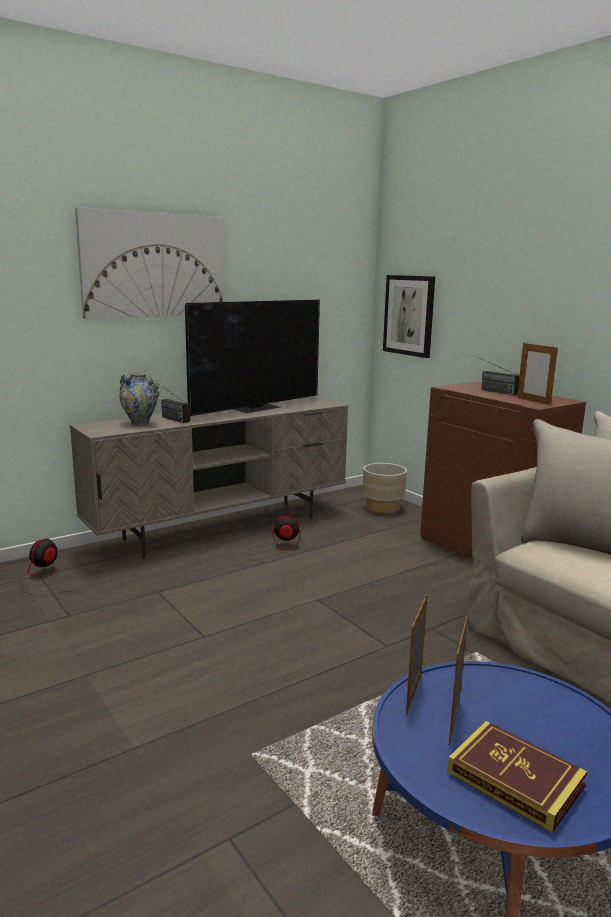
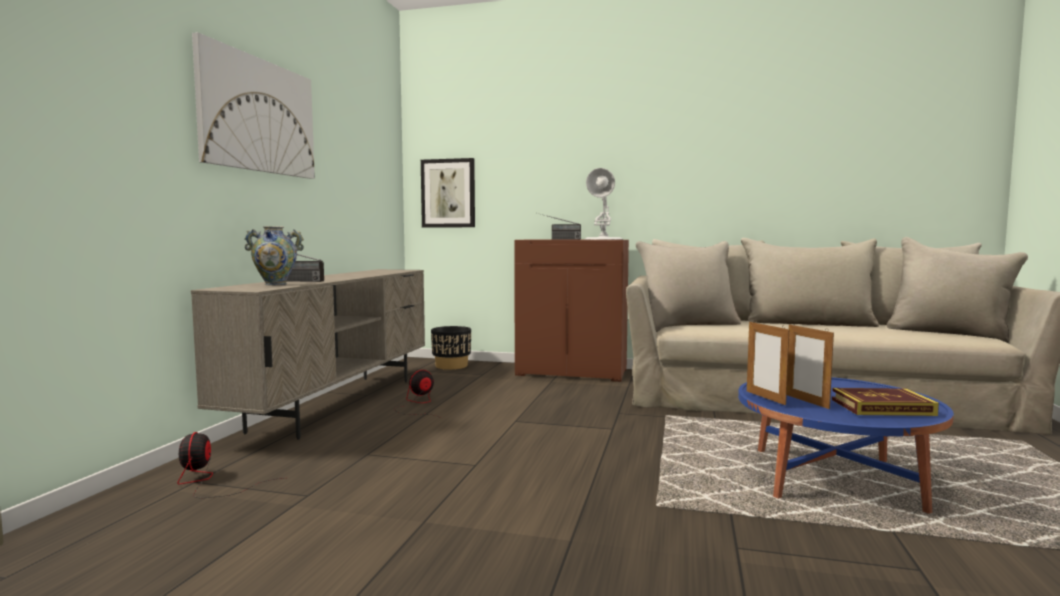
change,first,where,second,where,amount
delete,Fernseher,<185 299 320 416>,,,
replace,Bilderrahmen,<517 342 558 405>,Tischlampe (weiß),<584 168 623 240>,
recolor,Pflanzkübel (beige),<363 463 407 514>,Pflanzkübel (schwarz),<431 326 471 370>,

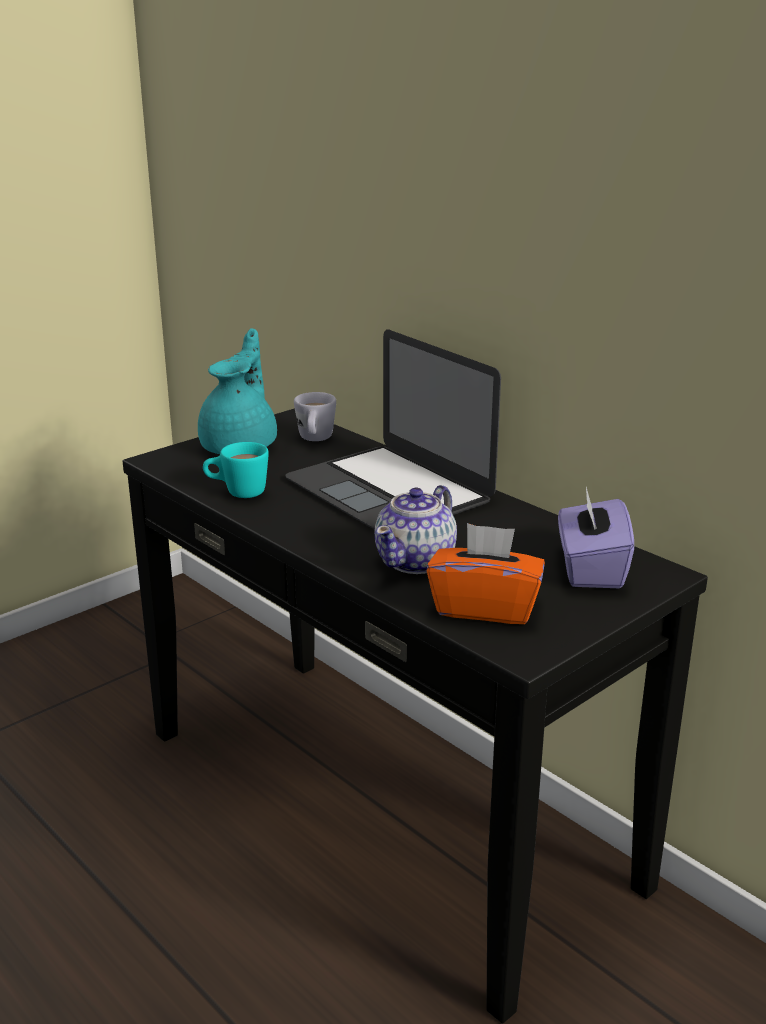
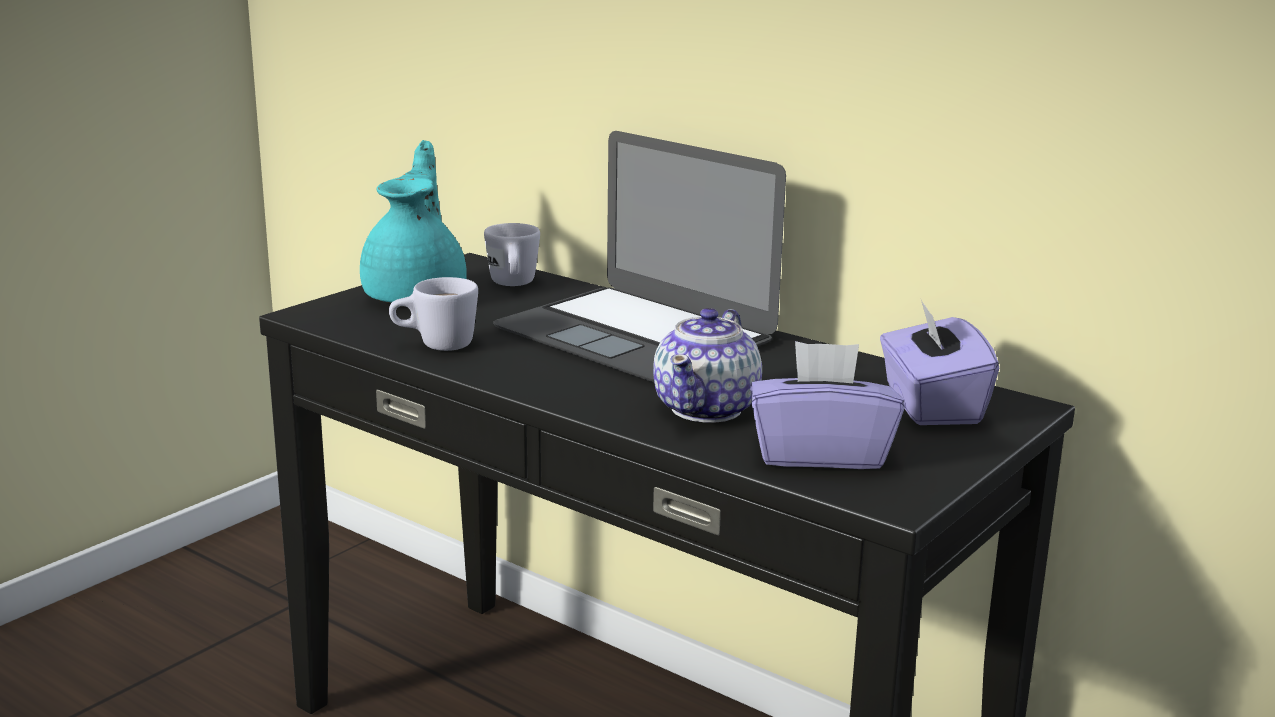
change,first,where,second,where,amount
recolor,Henkelbecher (türkis),<203 442 269 498>,Henkelbecher (weiß),<389 277 478 351>,
recolor,Taschentuchbox (orange),<426 523 545 624>,Taschentuchbox (lila),<750 341 905 469>,

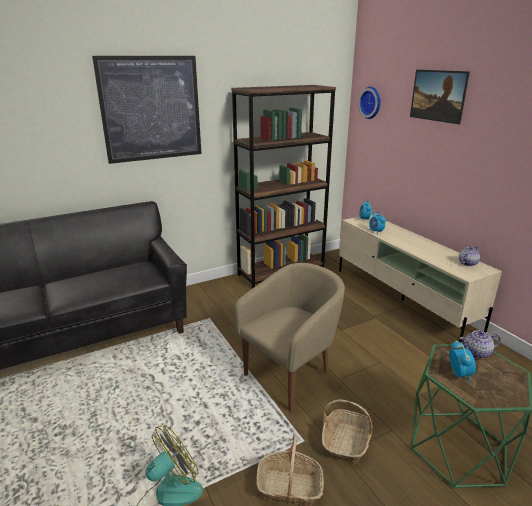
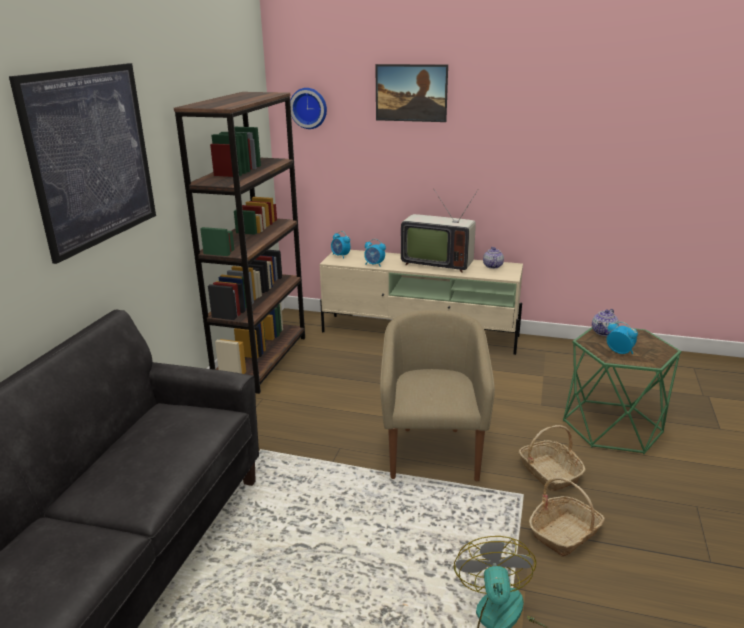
change,first,where,second,where,amount
insert,,,Fernseher,<401 190 478 273>,

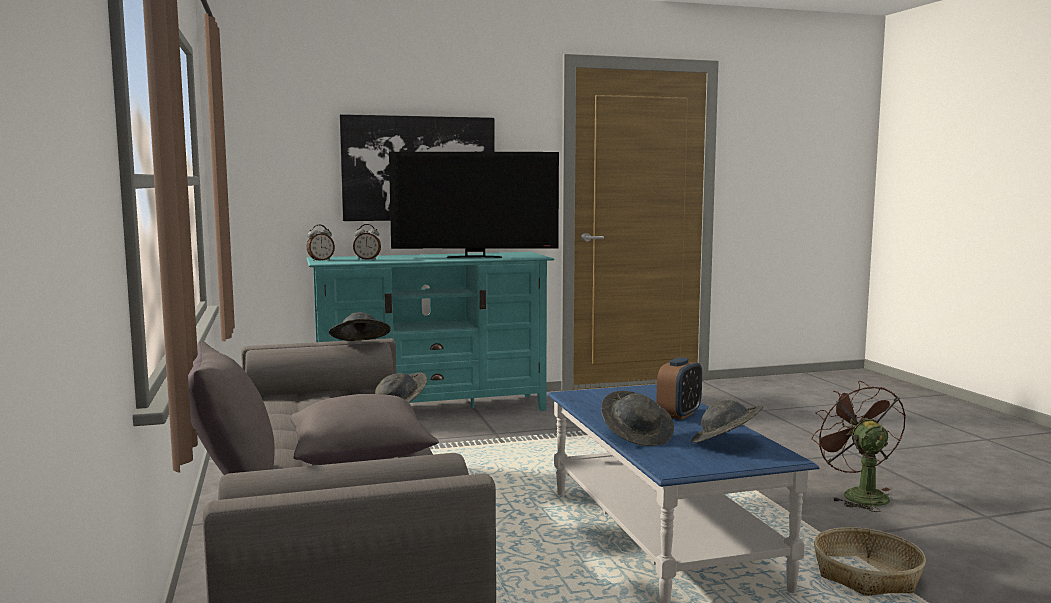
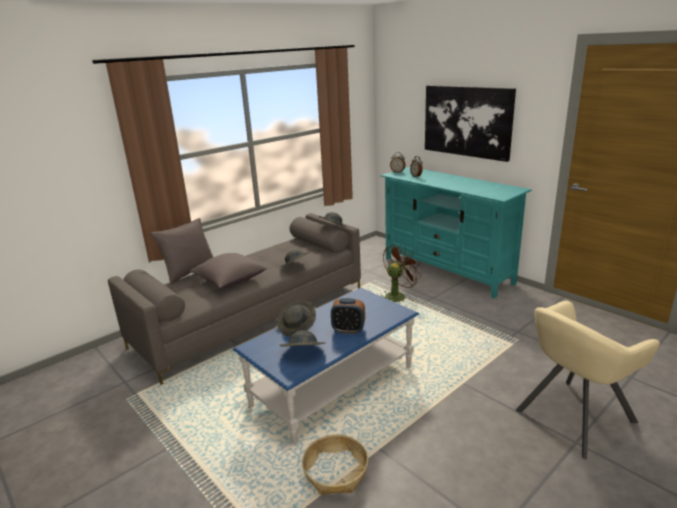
change,first,where,second,where,amount
delete,Fernseher,<389 152 559 258>,,,
move,Ventilator (braun),<811 381 906 512>,,<381 244 421 302>,
insert,,,Sessel (beige),<515 301 660 459>,

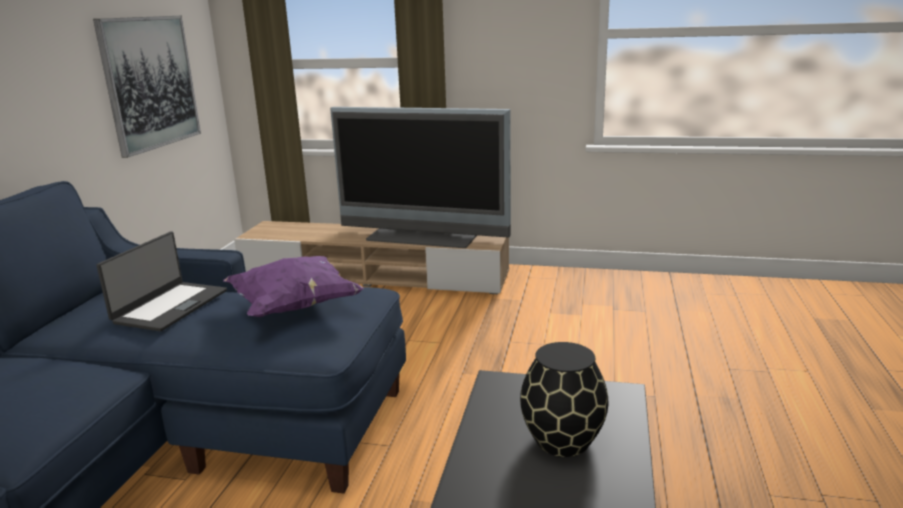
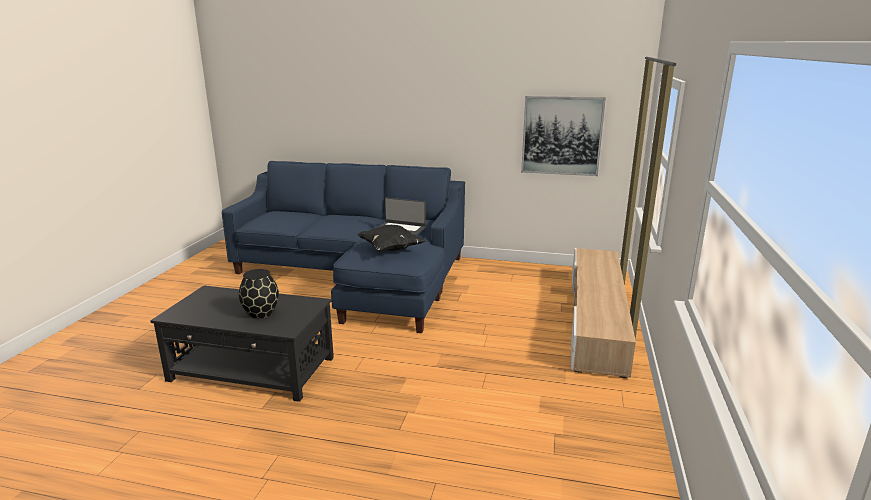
change,first,where,second,where,amount
delete,Fernseher,<330 107 511 248>,,,
recolor,Kissen (lila),<223 256 364 317>,Kissen (schwarz),<357 225 426 252>,

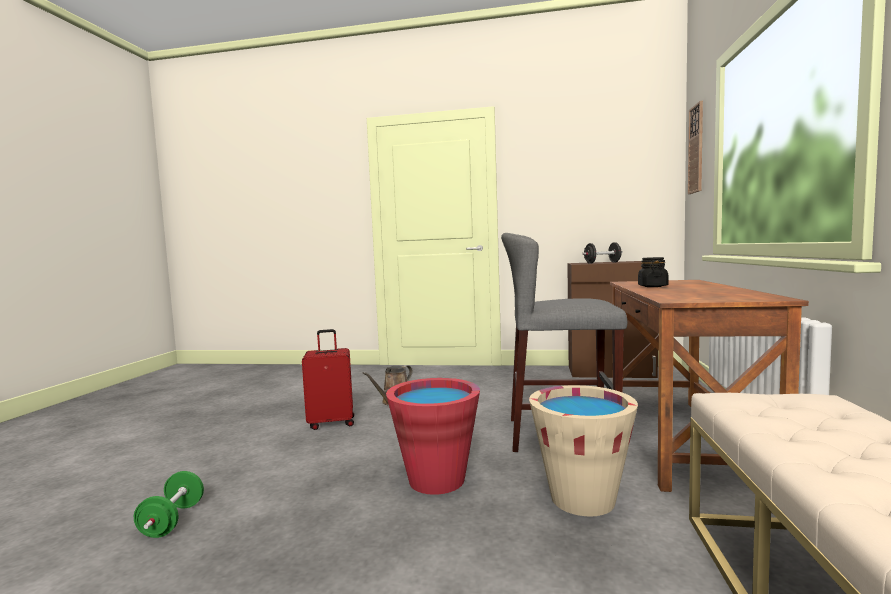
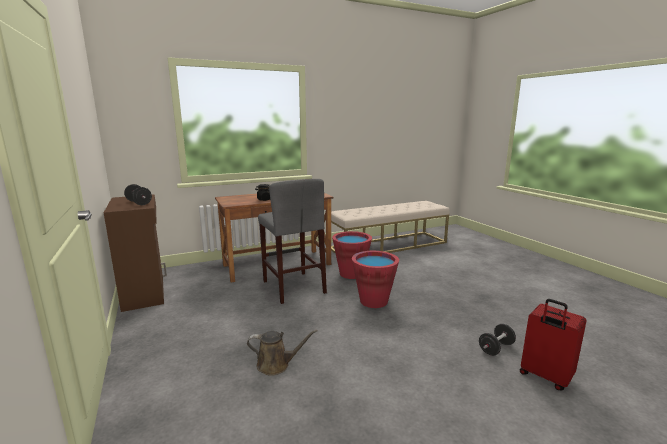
change,first,where,second,where,amount
delete,Wanduhr,<688 101 703 194>,,,
move,Koffer (rot),<302 329 354 430>,,<520 299 587 390>,
recolor,Eimer (beige),<529 385 638 517>,Eimer (rot),<332 231 372 279>,
recolor,Hantel (grün),<134 471 204 538>,Hantel (schwarz),<479 324 516 356>,

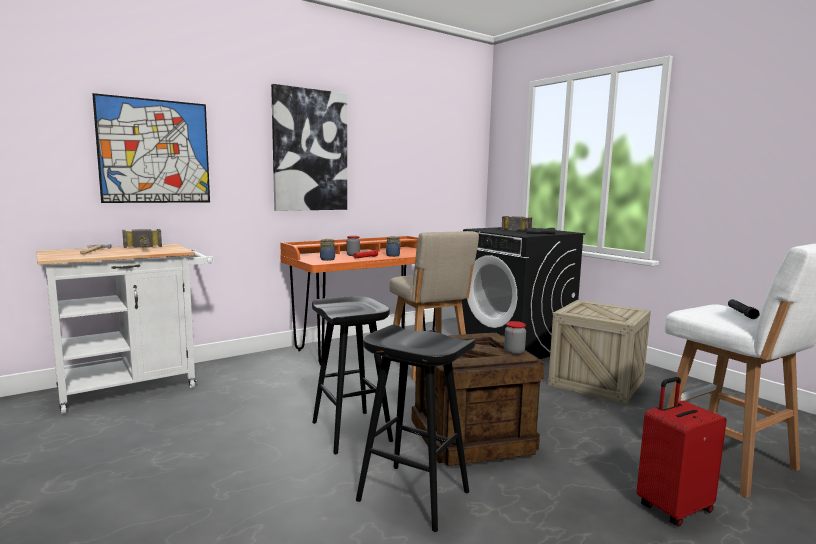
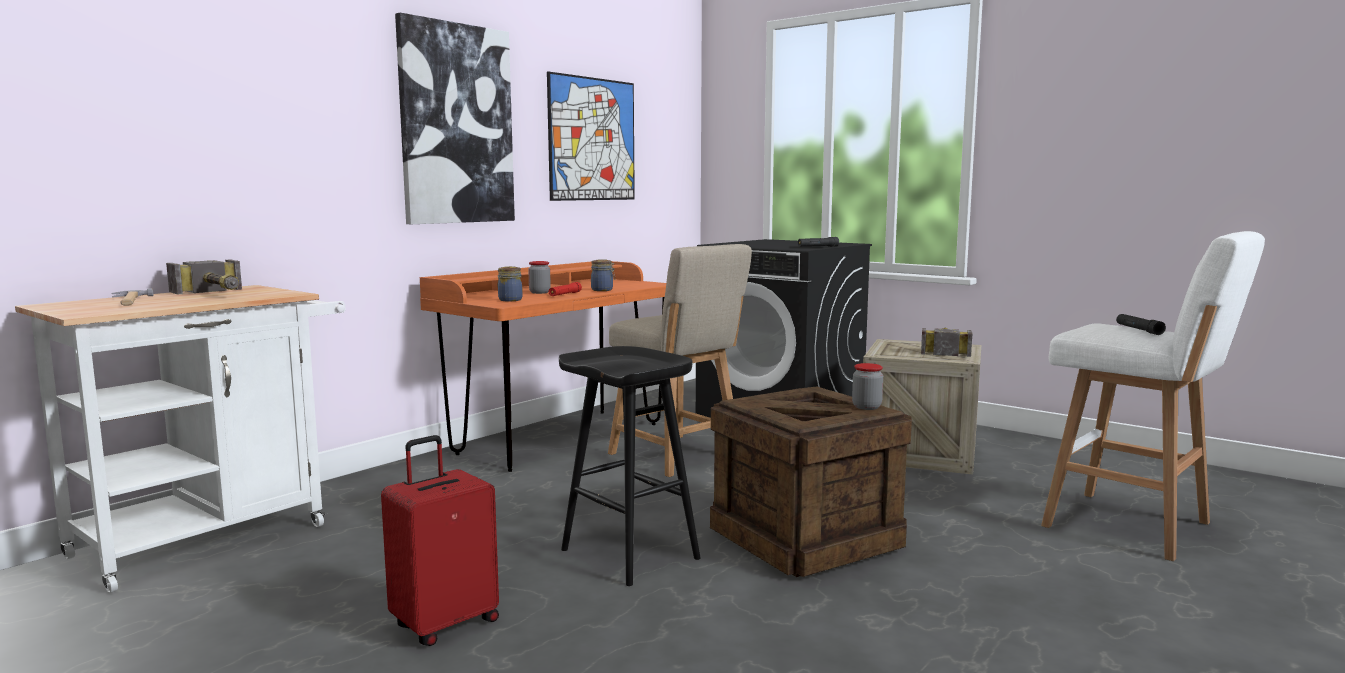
change,first,where,second,where,amount
move,Bild,<92 93 210 203>,,<547 71 635 201>,
move,Hammer,<501 216 532 231>,,<921 328 972 357>,
delete,Hocker (schwarz),<356 324 476 532>,,,
move,Koffer (rot),<637 377 727 527>,,<381 435 499 646>,

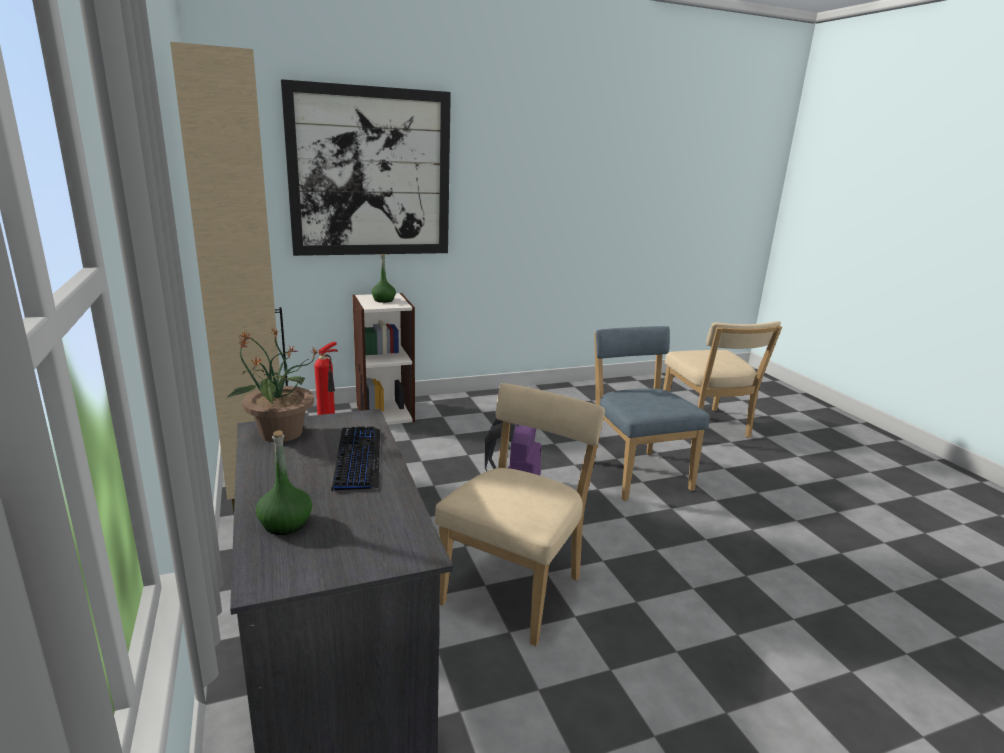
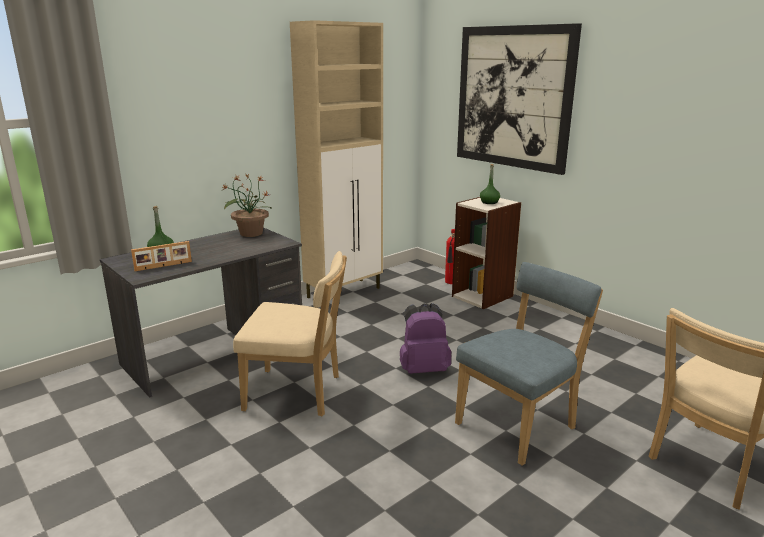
change,first,where,second,where,amount
delete,Tastatur,<331 427 380 491>,,,
insert,,,Bilderrahmen,<131 241 192 271>,

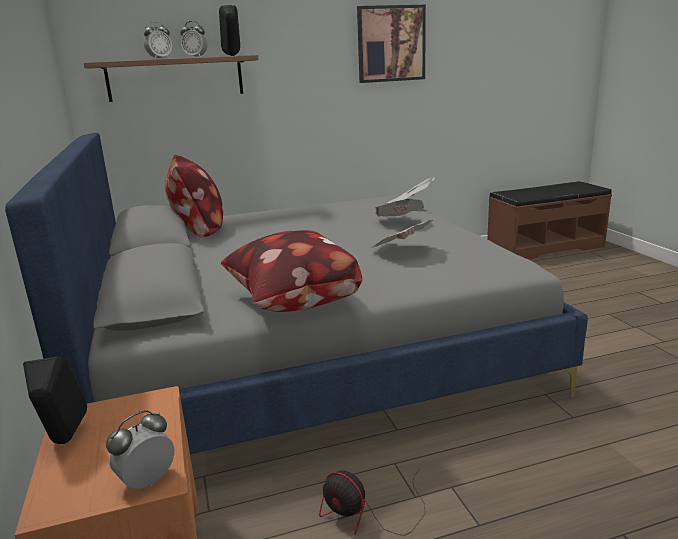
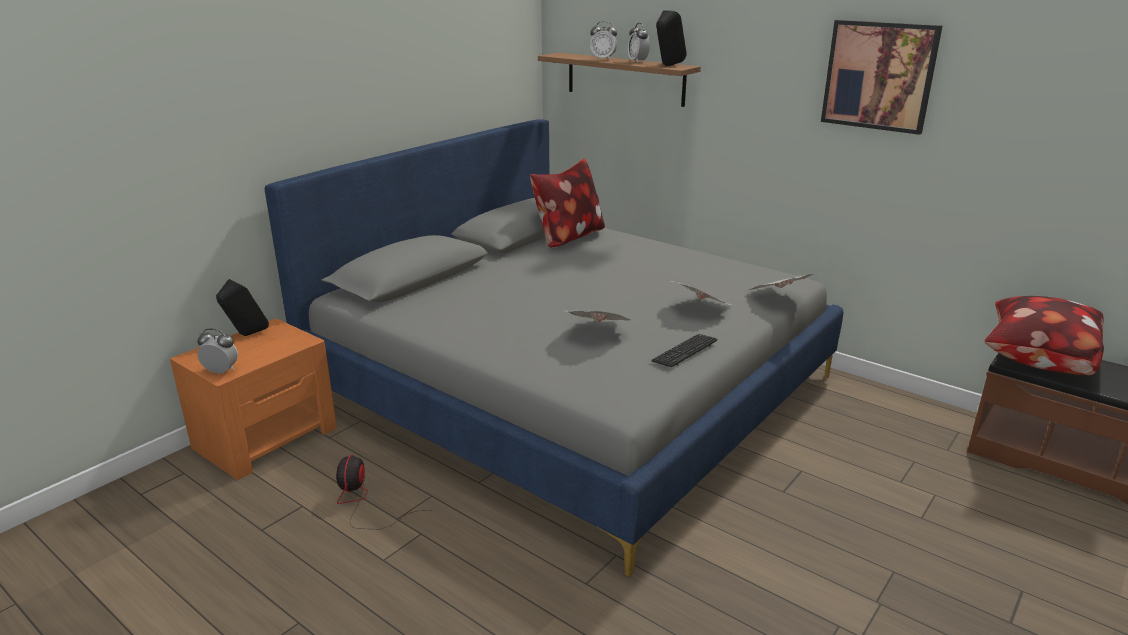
change,first,where,second,where,amount
move,Kissen,<221 230 362 312>,,<984 296 1104 375>,
insert,,,Tastatur,<651 334 717 368>,

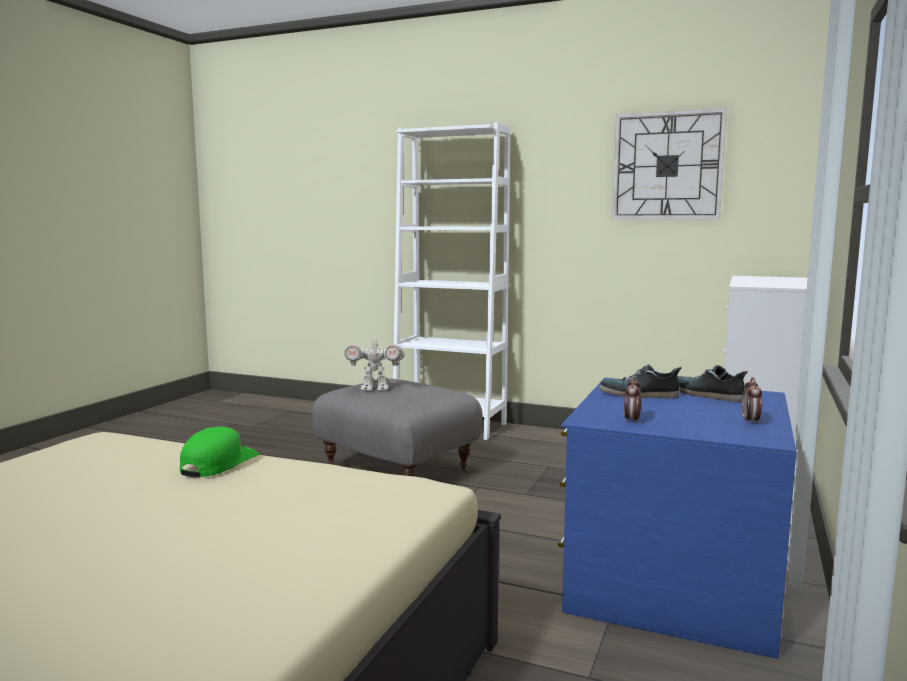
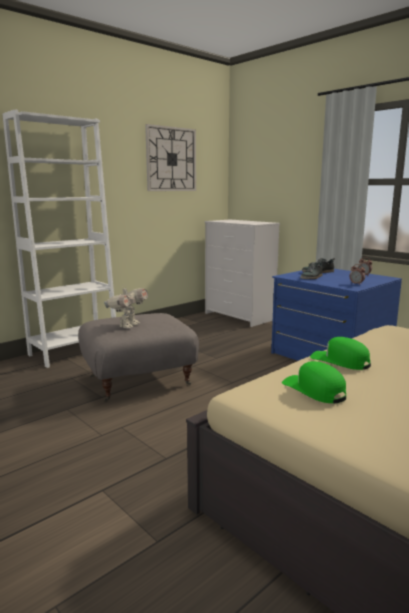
change,first,where,second,where,amount
insert,,,Kappe (grün),<282 361 346 403>,

